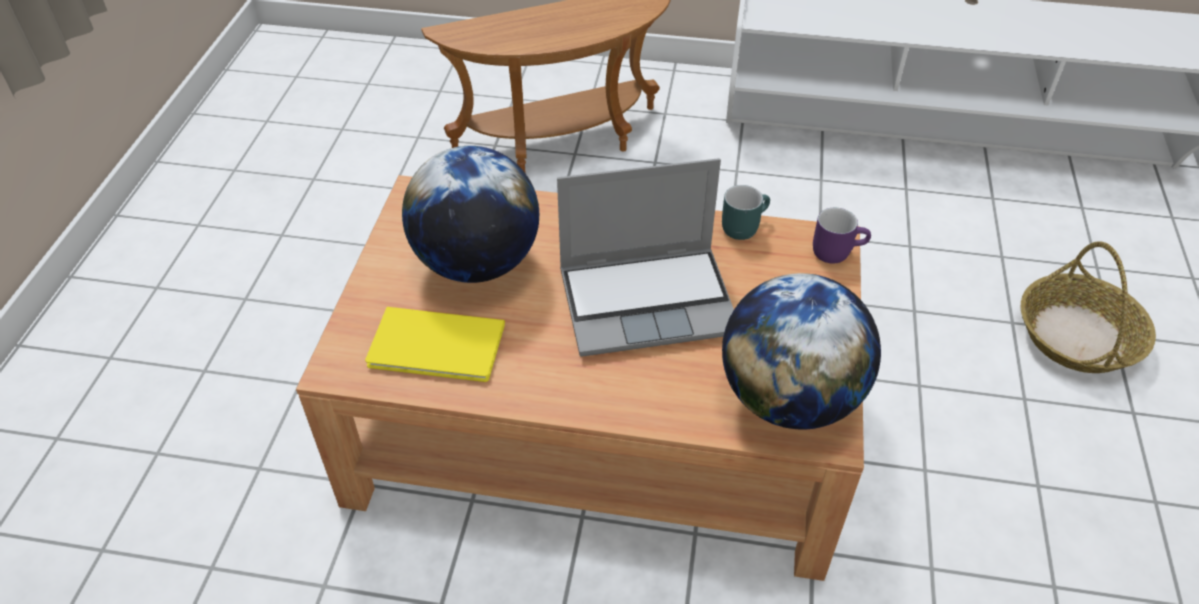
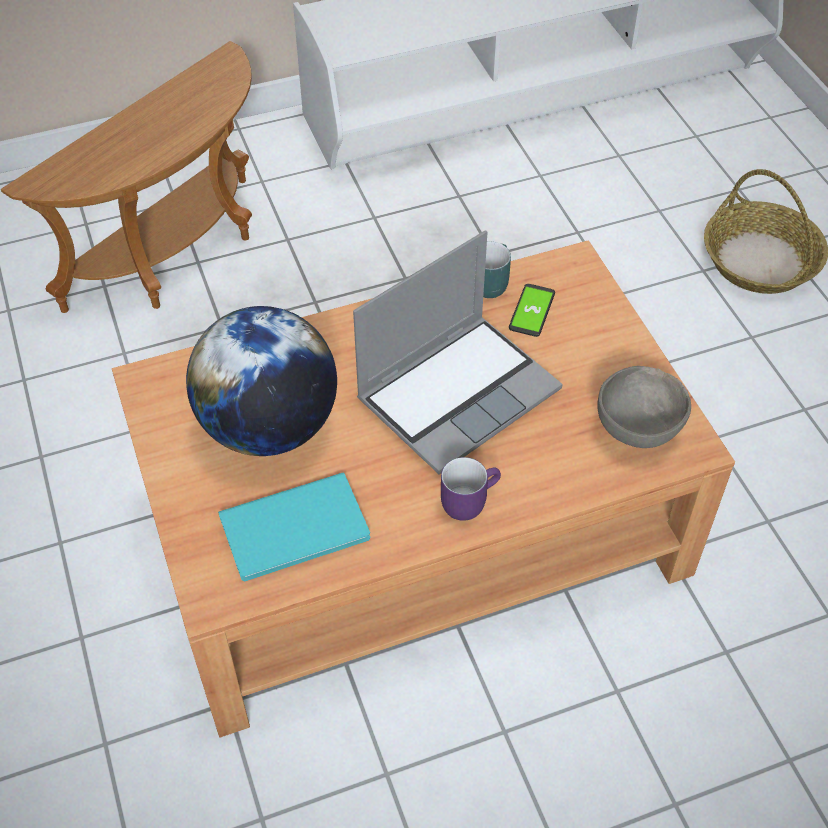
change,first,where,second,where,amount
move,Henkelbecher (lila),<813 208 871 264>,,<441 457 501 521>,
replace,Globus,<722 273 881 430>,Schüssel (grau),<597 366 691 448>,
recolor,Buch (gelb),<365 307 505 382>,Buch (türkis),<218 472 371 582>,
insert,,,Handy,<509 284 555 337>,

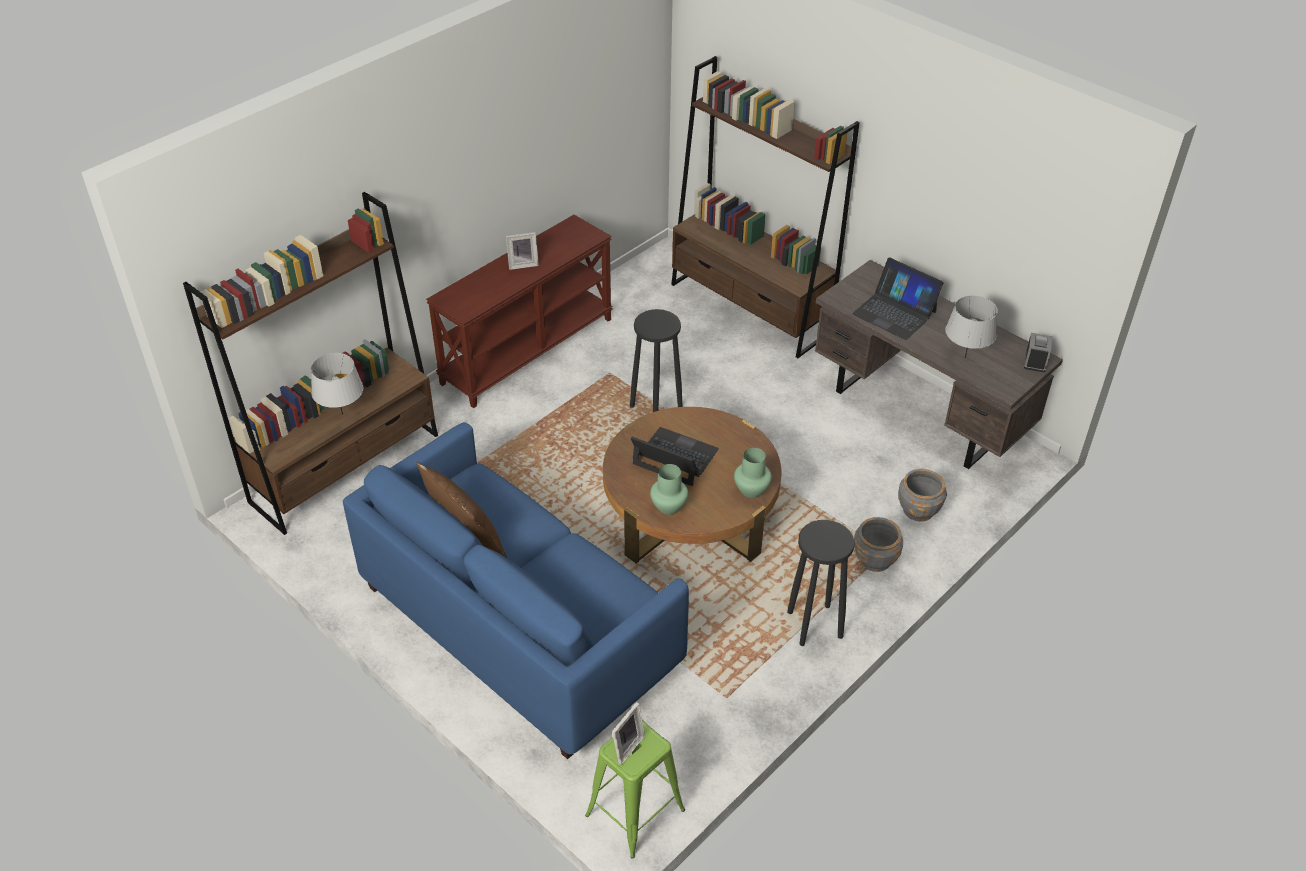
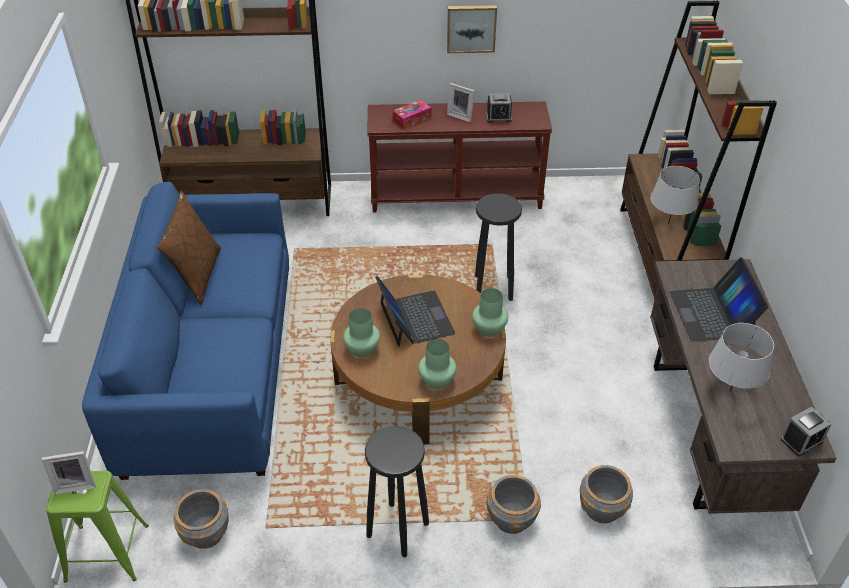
change,first,where,second,where,amount
move,Tischlampe (grau),<311 353 363 415>,,<651 166 700 224>,
insert,,,Bild,<447 5 497 53>,
insert,,,Wecker,<486 93 512 122>,
insert,,,Taschentuchbox,<393 100 432 129>,
insert,,,Vase (grün),<472 288 508 337>,
insert,,,Pflanzkübel (grau),<173 489 228 549>,

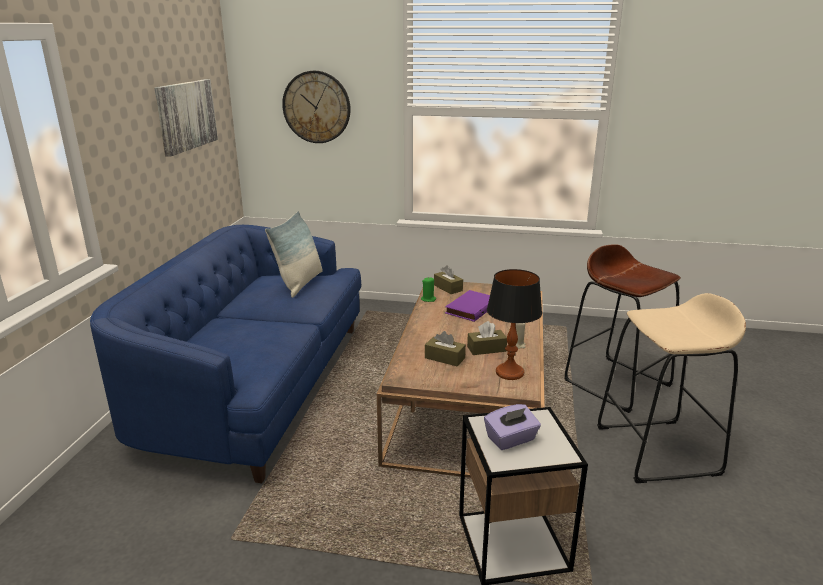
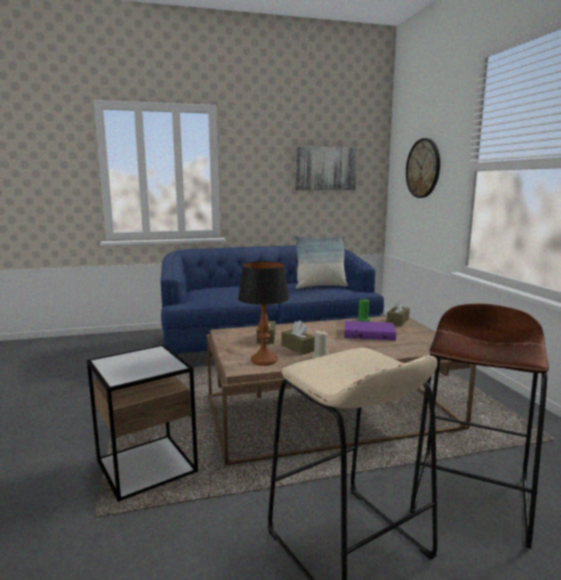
change,first,where,second,where,amount
delete,Taschentuchbox (lila),<484 404 541 450>,,,

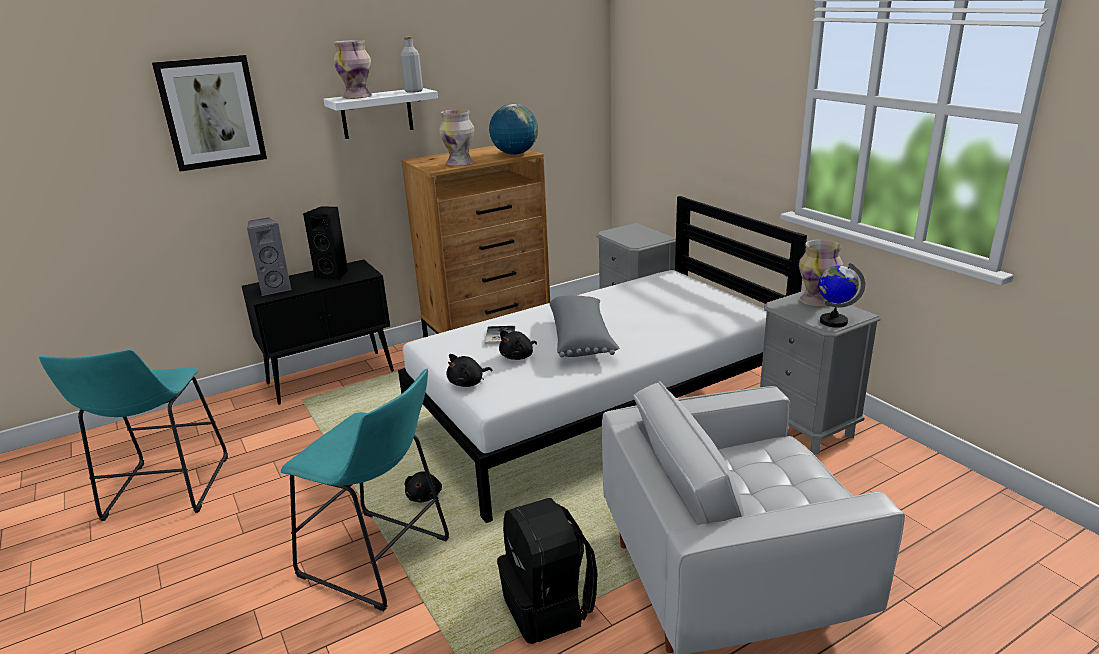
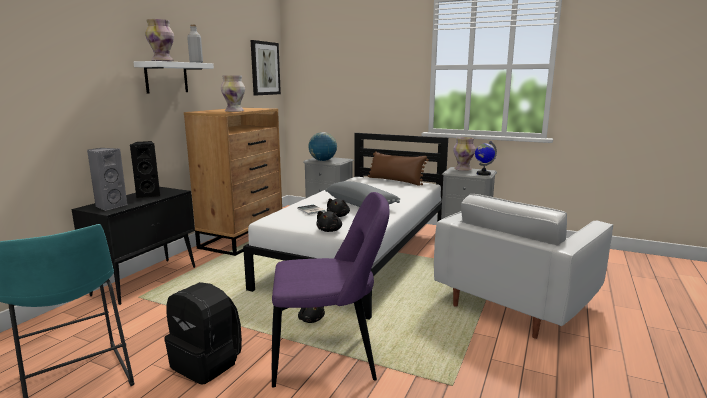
change,first,where,second,where,amount
move,Bild,<152 55 267 172>,,<251 40 281 95>,
move,Globus,<489 104 538 155>,,<308 132 337 161>,
replace,Hocker (türkis),<281 369 449 611>,Stuhl (lila),<272 192 389 388>,
move,Rucksack (schwarz),<497 498 598 644>,,<164 282 242 385>,
insert,,,Kissen (braun),<368 151 429 186>,

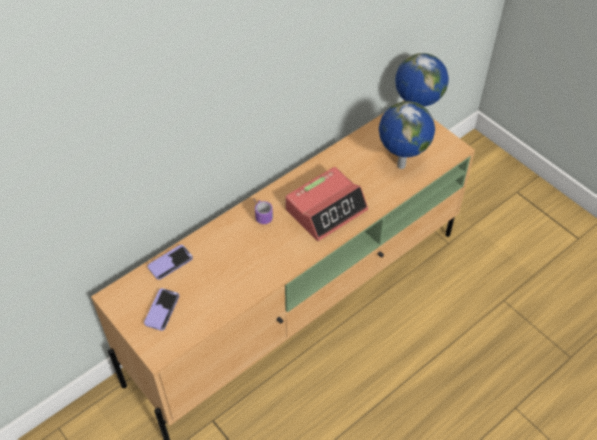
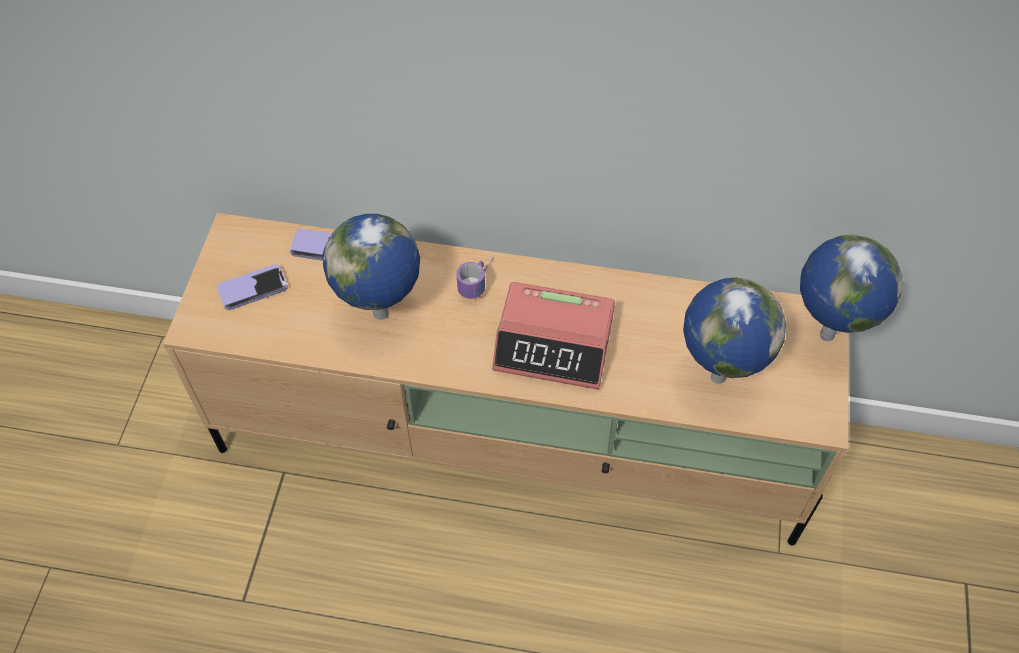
change,first,where,second,where,amount
insert,,,Globus,<323 214 420 320>,

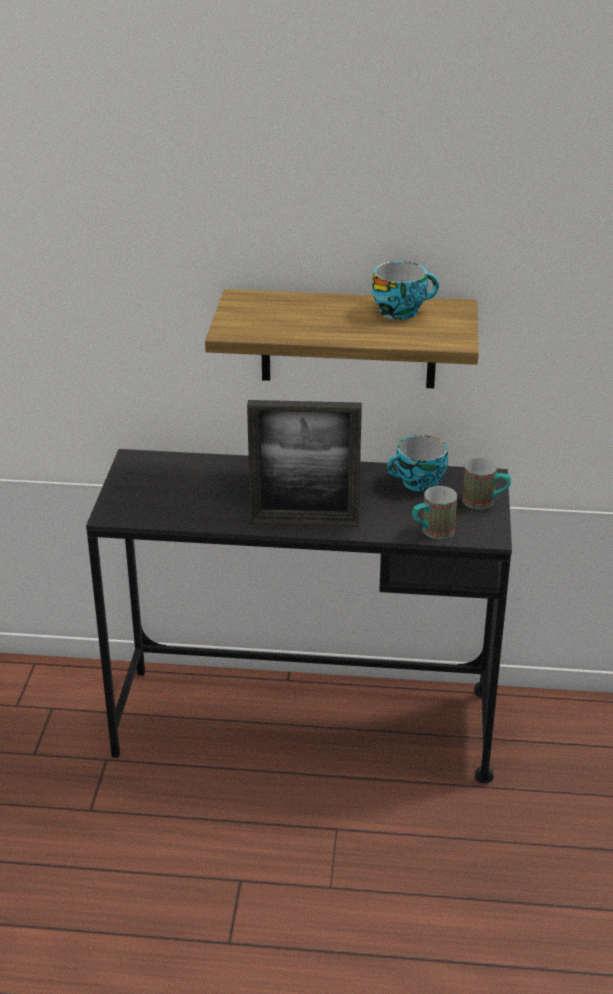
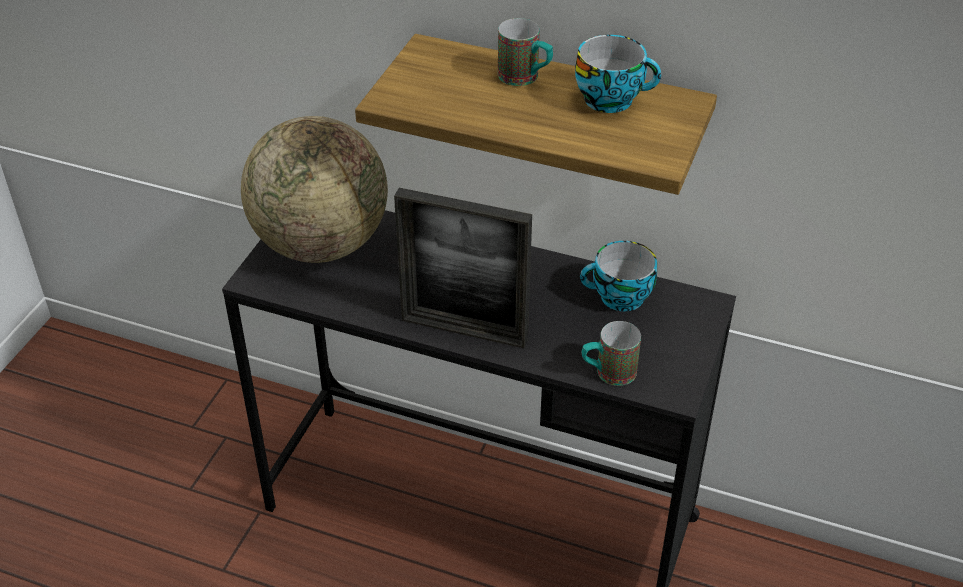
change,first,where,second,where,amount
move,Henkelbecher,<462 458 511 509>,,<498 18 553 86>,
insert,,,Globus,<241 116 388 263>,

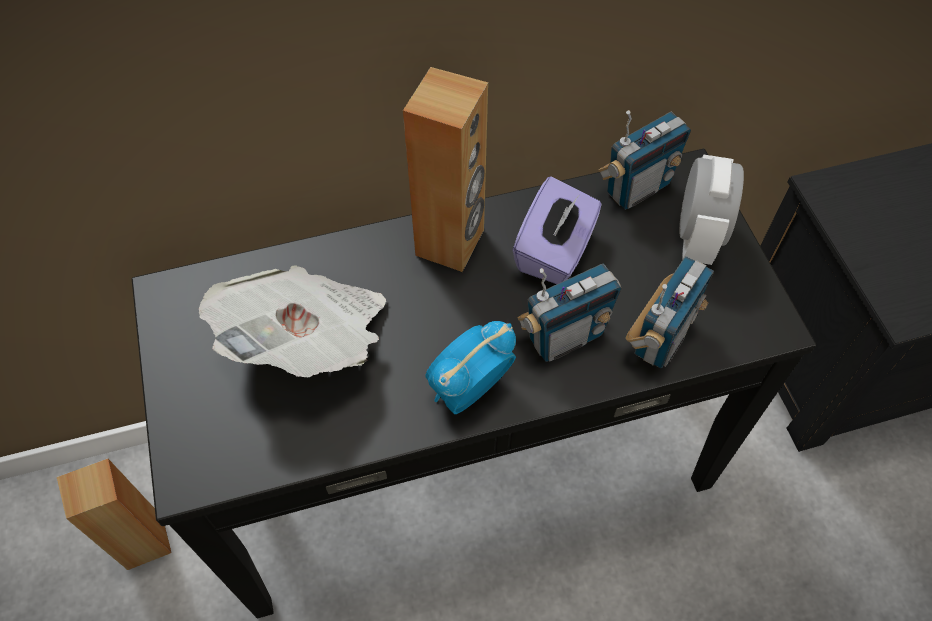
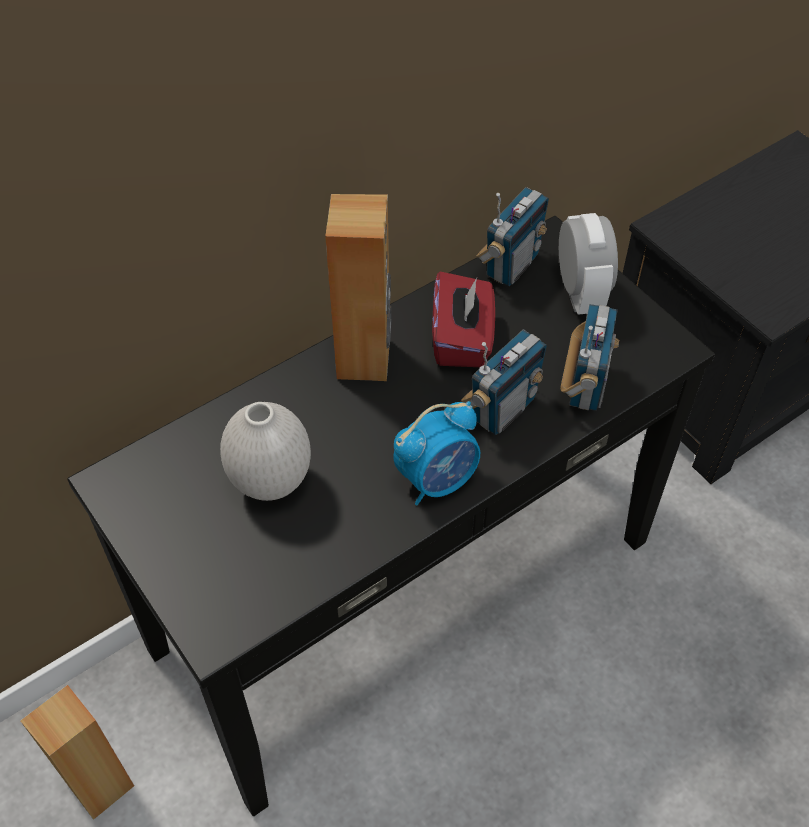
change,first,where,second,where,amount
recolor,Taschentuchbox (lila),<513 176 602 284>,Taschentuchbox (rot),<432 271 495 367>,
replace,Zeitung,<199 265 386 377>,Vase (weiß),<220 402 311 501>,
rotate,Wecker,<425 321 516 414>,,<394 401 480 505>,150 degrees counterclockwise

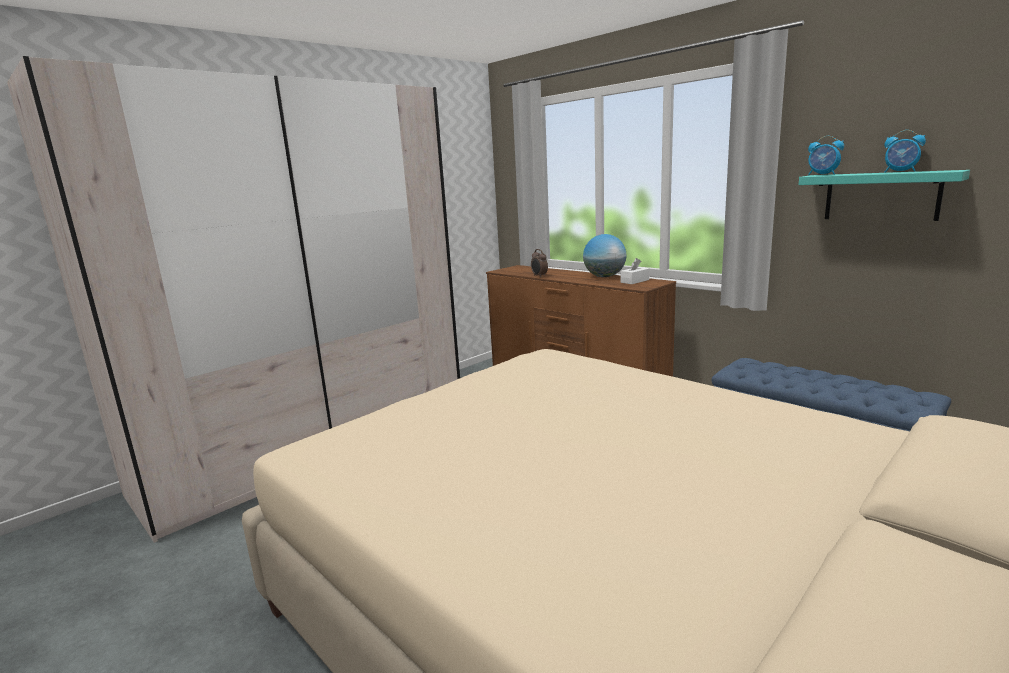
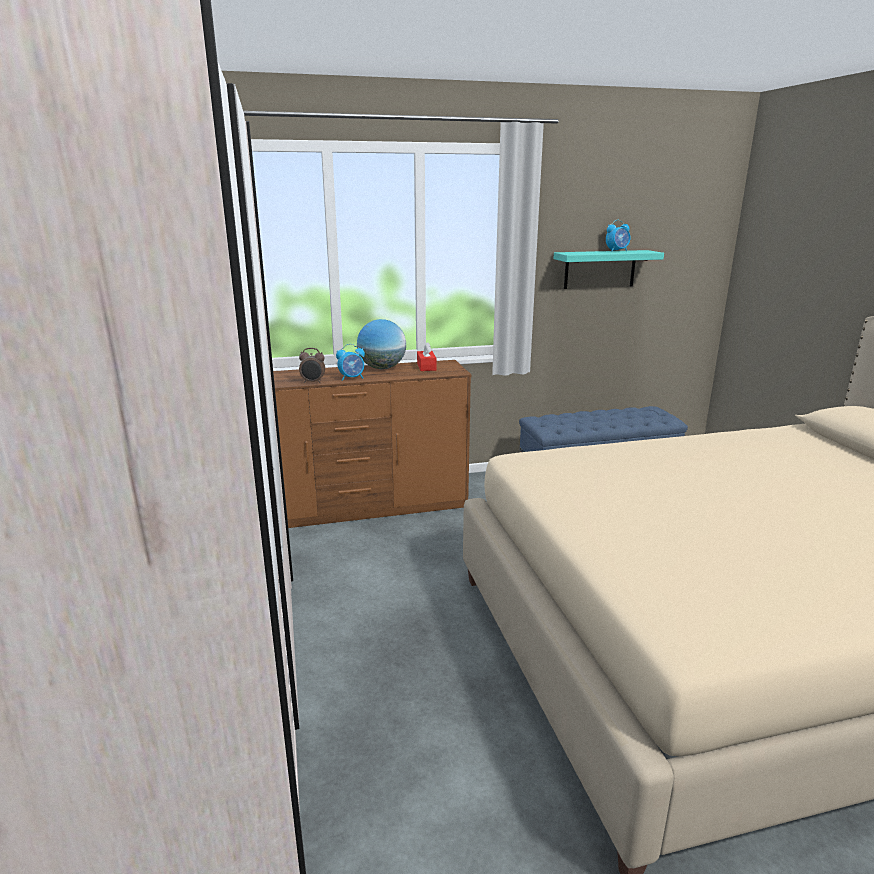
change,first,where,second,where,amount
move,Wecker,<808 136 844 176>,,<336 344 365 381>,
recolor,Taschentuchbox (weiß),<621 258 649 284>,Taschentuchbox (rot),<417 342 436 371>,

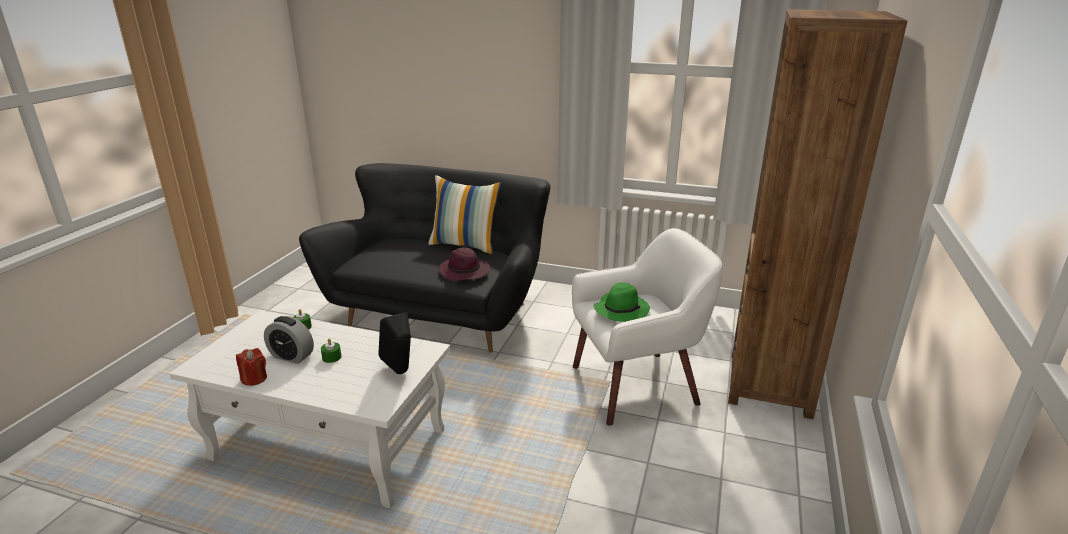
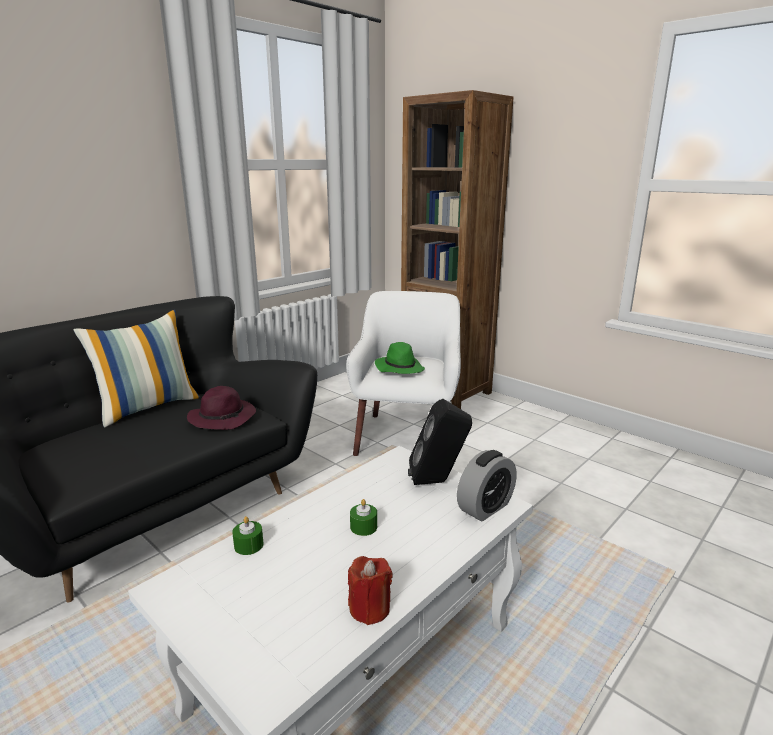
change,first,where,second,where,amount
move,Wecker,<264 316 314 364>,,<457 450 517 522>,

